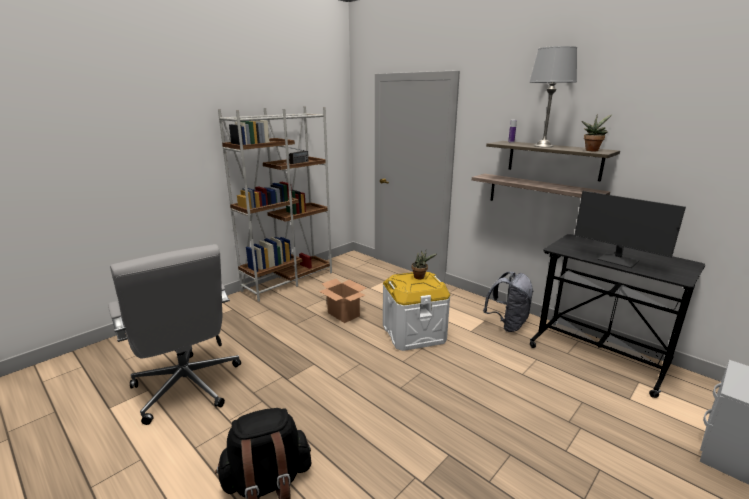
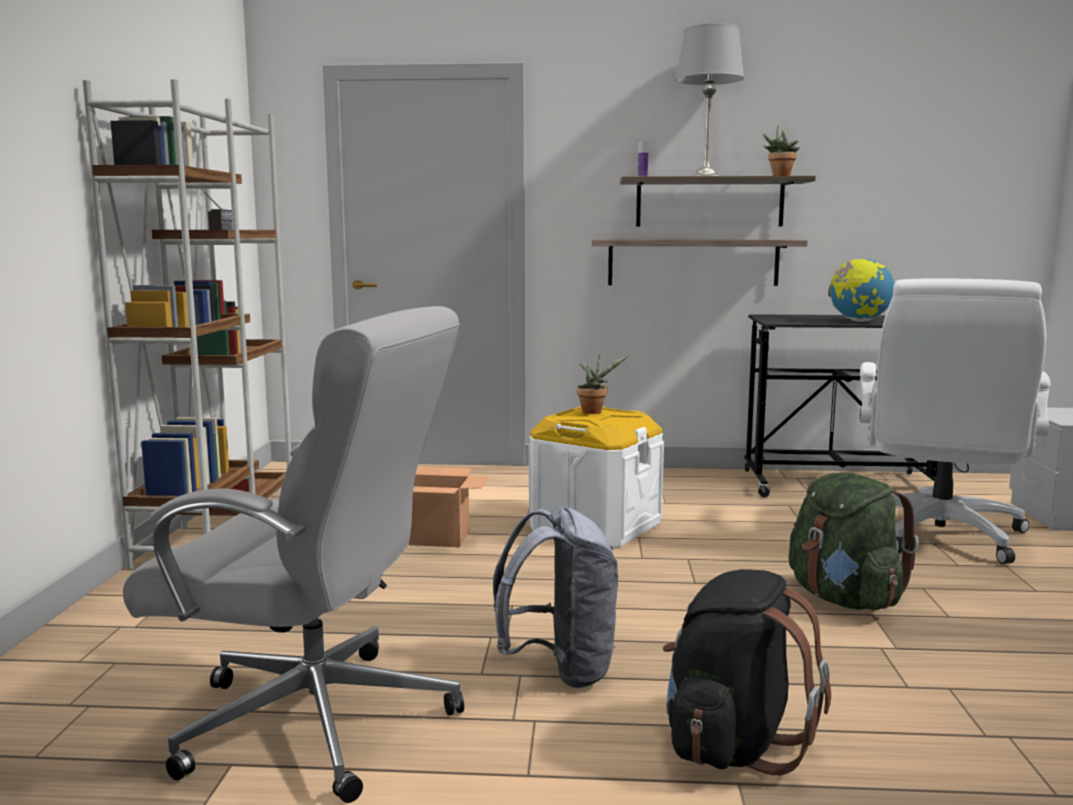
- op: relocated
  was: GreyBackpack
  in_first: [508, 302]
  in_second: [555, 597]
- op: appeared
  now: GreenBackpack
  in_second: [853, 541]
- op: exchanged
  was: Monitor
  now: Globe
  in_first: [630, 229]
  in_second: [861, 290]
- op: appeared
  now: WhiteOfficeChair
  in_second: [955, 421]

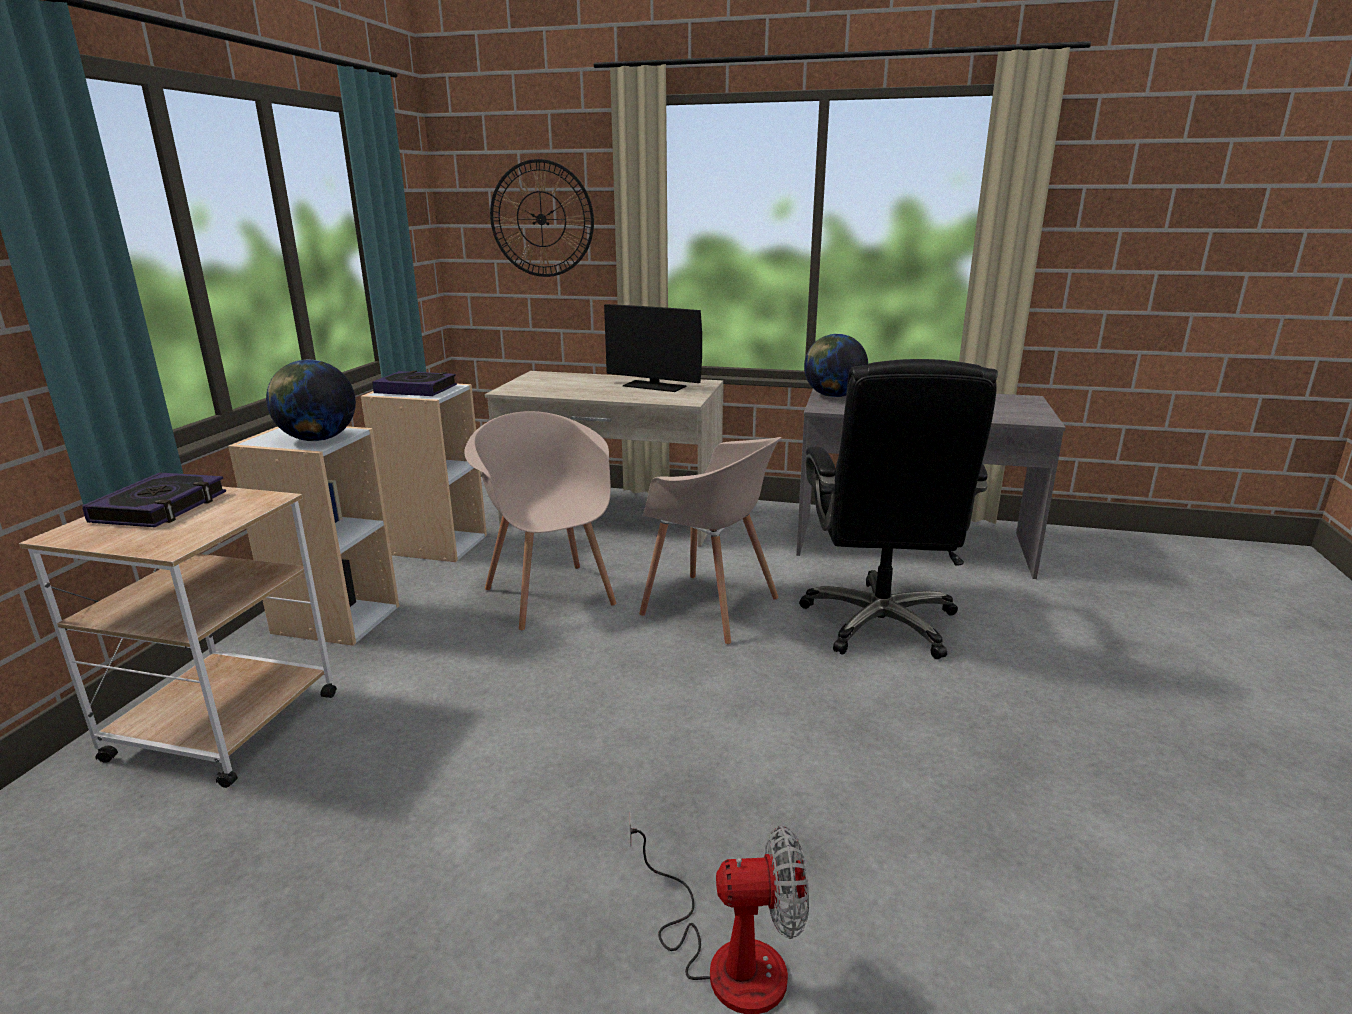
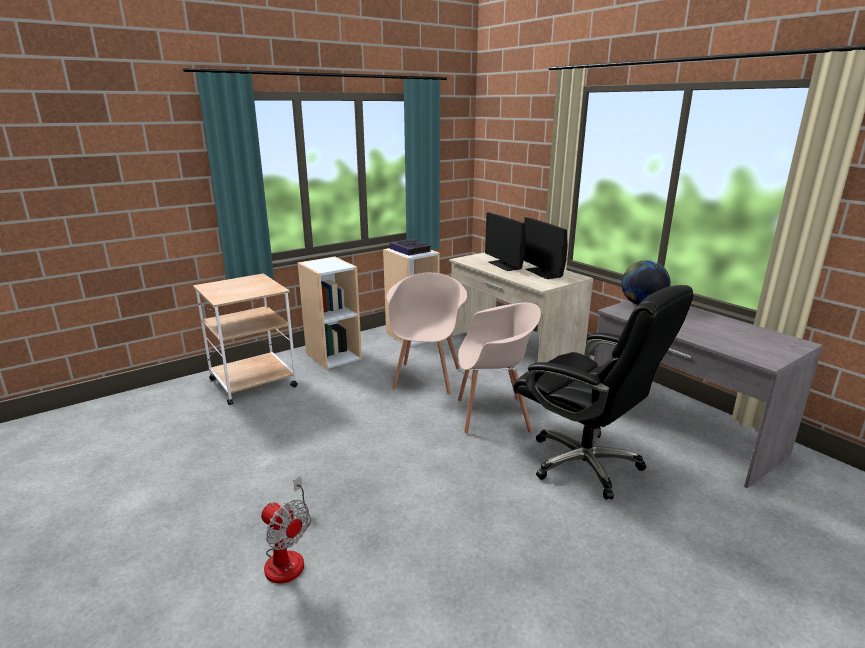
- op: spun
  was: BeigeChair
  in_first: [710, 540]
  in_second: [499, 368]
  clockwise: -75
- op: appeared
  now: Monitor
  in_second: [505, 241]
- op: spun
  was: BlackOfficeChair
  in_first: [898, 509]
  in_second: [603, 392]
  clockwise: -90
- op: missing
  was: Book
  in_first: [154, 499]
- op: missing
  was: Globe
  in_first: [311, 400]
- op: missing
  was: WallClock
  in_first: [542, 218]

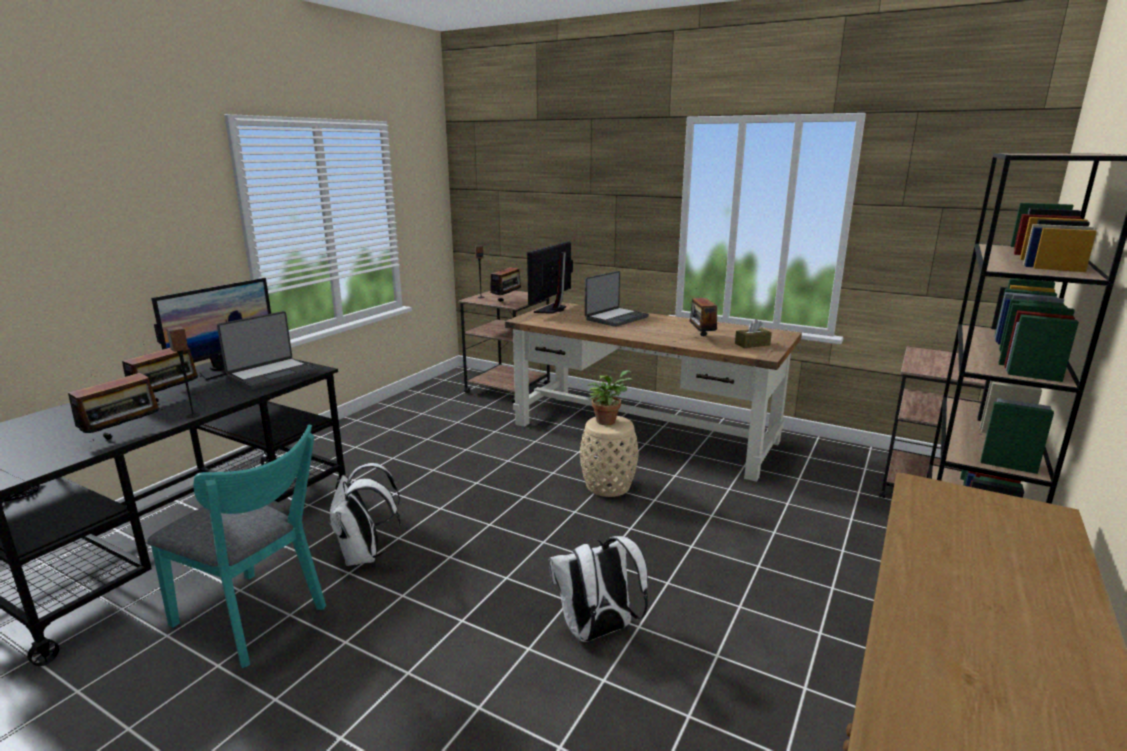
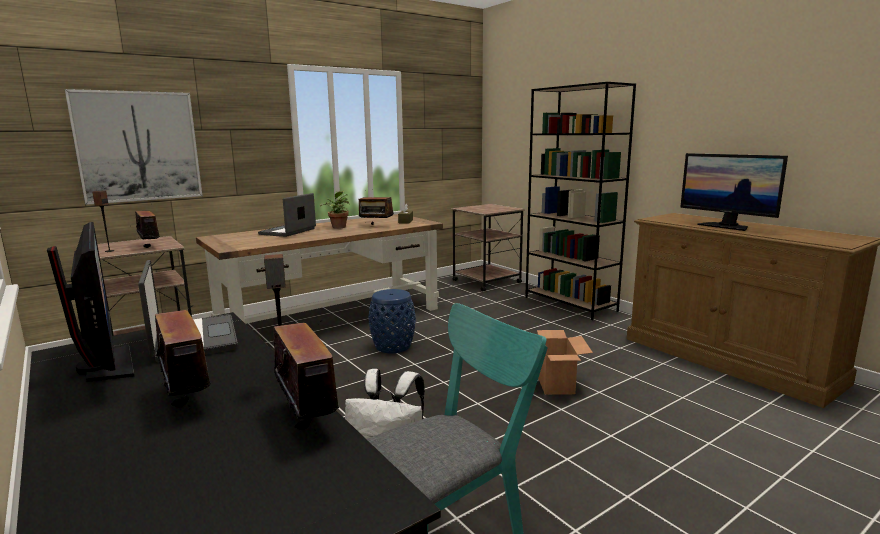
- op: appeared
  now: Picture
  in_second: [133, 147]
- op: spun
  was: Laptop
  in_first: [617, 299]
  in_second: [287, 215]
  clockwise: -135
- op: relocated
  was: PottedPlant
  in_first: [610, 397]
  in_second: [334, 210]
- op: colour
  was: BeigeStool
  now: BlueStool
  in_first: [609, 456]
  in_second: [392, 321]
- op: exchanged
  was: WhiteBackpack
  now: CardboardBox
  in_first: [598, 589]
  in_second: [565, 362]
- op: relocated
  was: Monitor
  in_first: [550, 277]
  in_second: [734, 192]

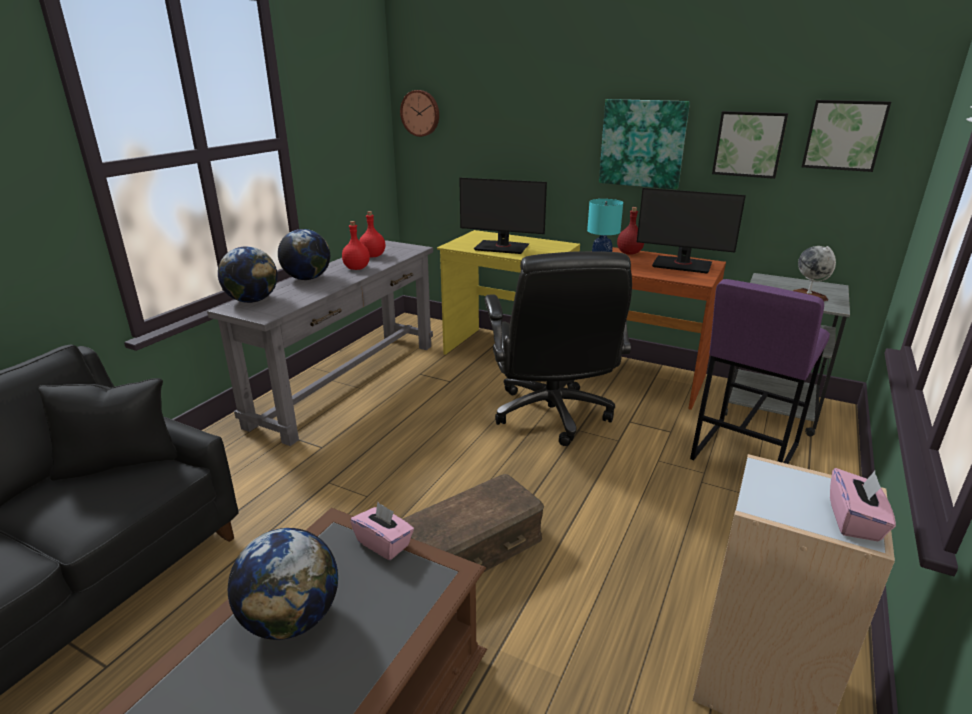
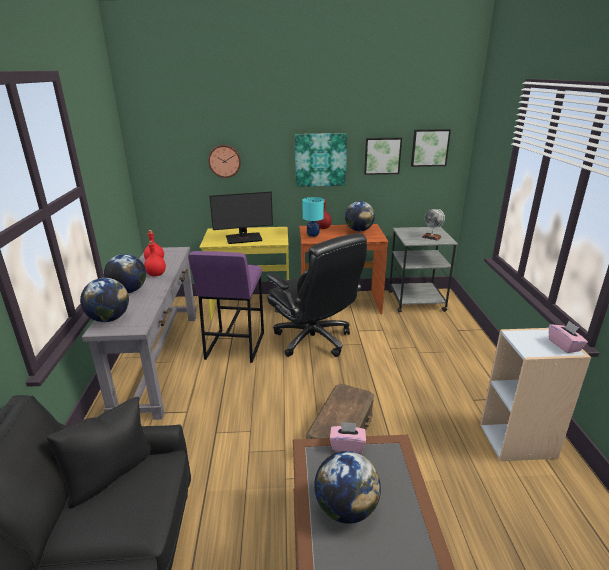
- op: relocated
  was: PurpleStool
  in_first: [760, 371]
  in_second: [226, 307]
- op: relocated
  was: WallClock
  in_first: [419, 113]
  in_second: [224, 161]
- op: exchanged
  was: Monitor
  now: Globe
  in_first: [691, 230]
  in_second: [360, 216]

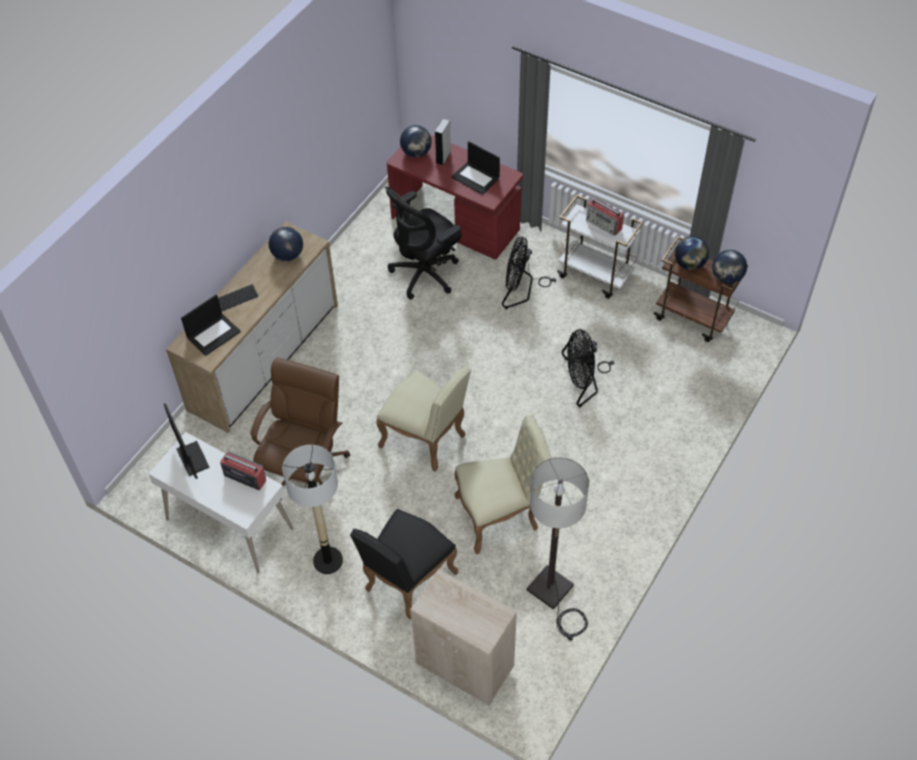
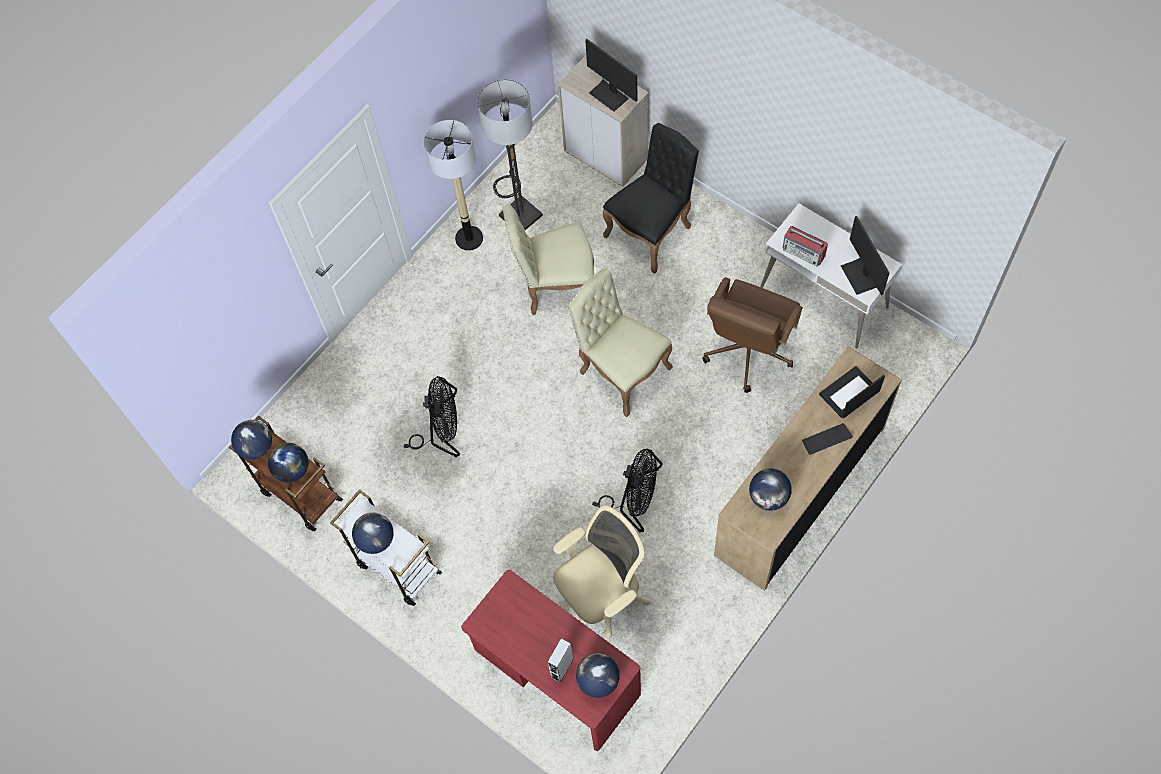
- op: exchanged
  was: Radio
  now: Globe
  in_first: [605, 217]
  in_second: [373, 533]
- op: relocated
  was: FloorLamp
  in_first: [312, 509]
  in_second: [453, 185]
- op: colour
  was: BlackOfficeChair
  now: BeigeOfficeChair
  in_first: [423, 243]
  in_second: [601, 571]
- op: appeared
  now: Monitor
  in_second: [611, 75]
- op: relocated
  was: BlackFan
  in_first: [529, 272]
  in_second: [627, 490]
- op: missing
  was: Laptop
  in_first: [475, 168]

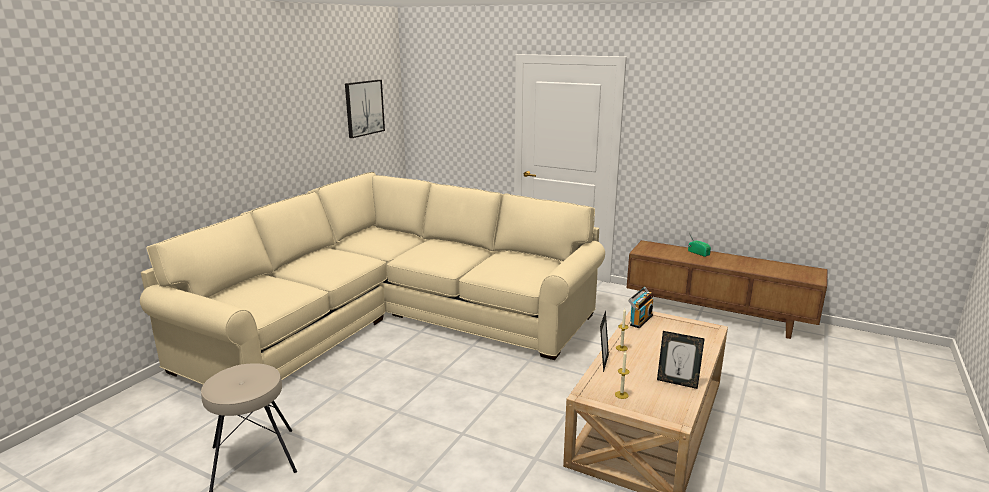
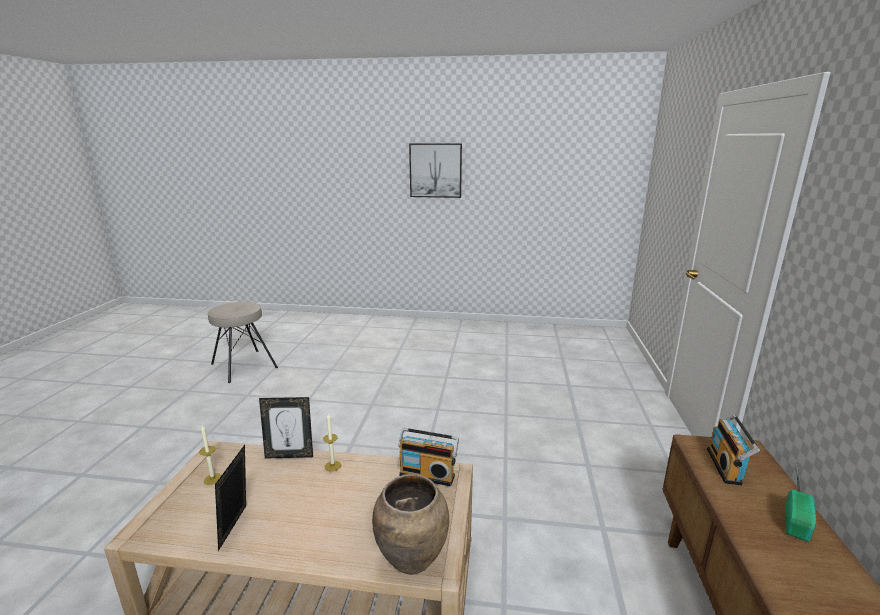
- op: appeared
  now: BrownVase
  in_second: [410, 524]
- op: relocated
  was: Picture
  in_first: [365, 109]
  in_second: [435, 170]
- op: appeared
  now: Radio
  in_second: [733, 450]
- op: missing
  was: BeigeSofa
  in_first: [372, 278]

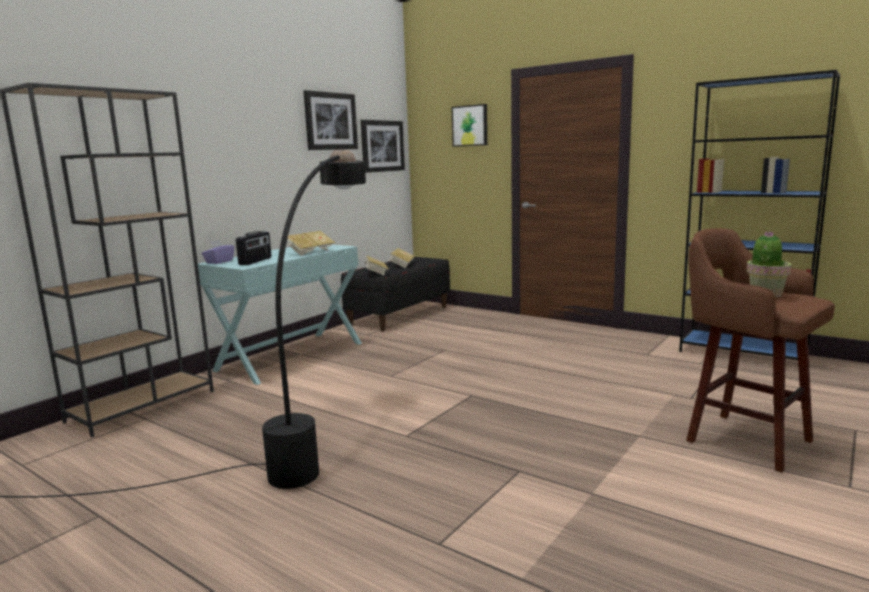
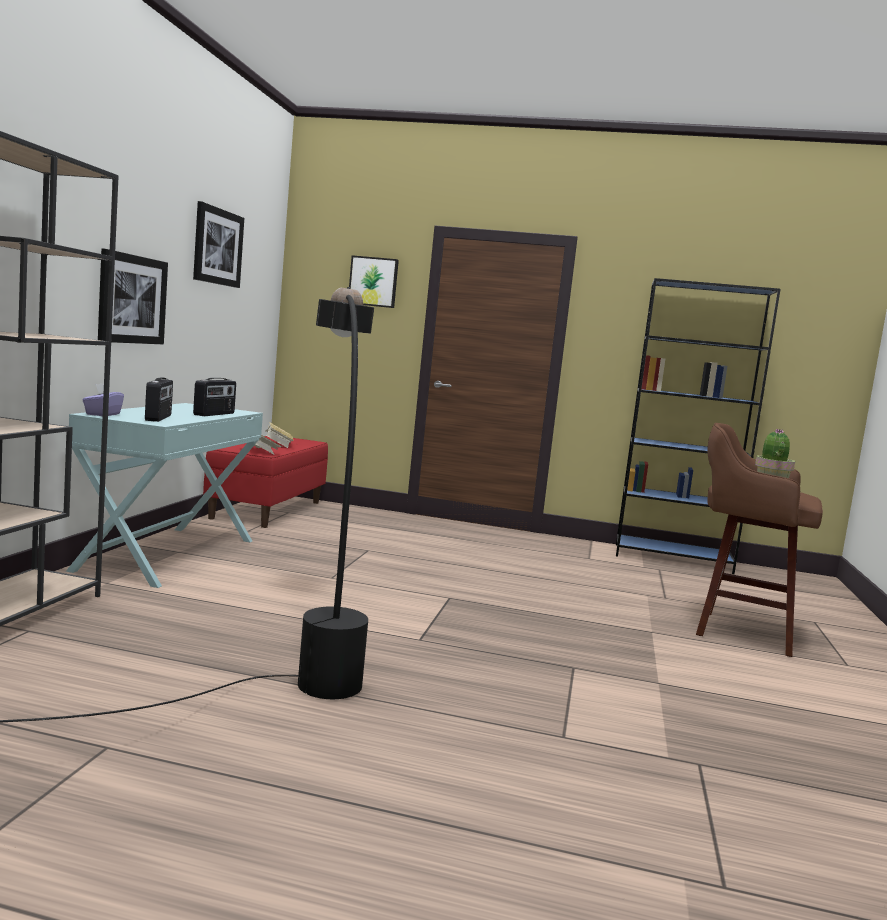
- op: relocated
  was: Picture
  in_first: [383, 146]
  in_second: [133, 296]
- op: exchanged
  was: Book
  now: Radio
  in_first: [311, 243]
  in_second: [214, 397]
- op: colour
  was: BlackBench
  now: RedBench
  in_first: [395, 294]
  in_second: [265, 482]

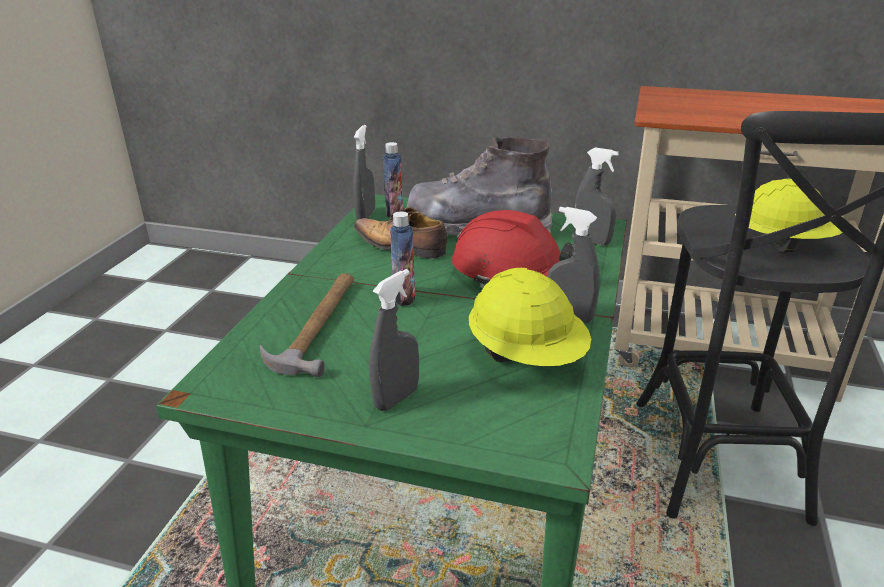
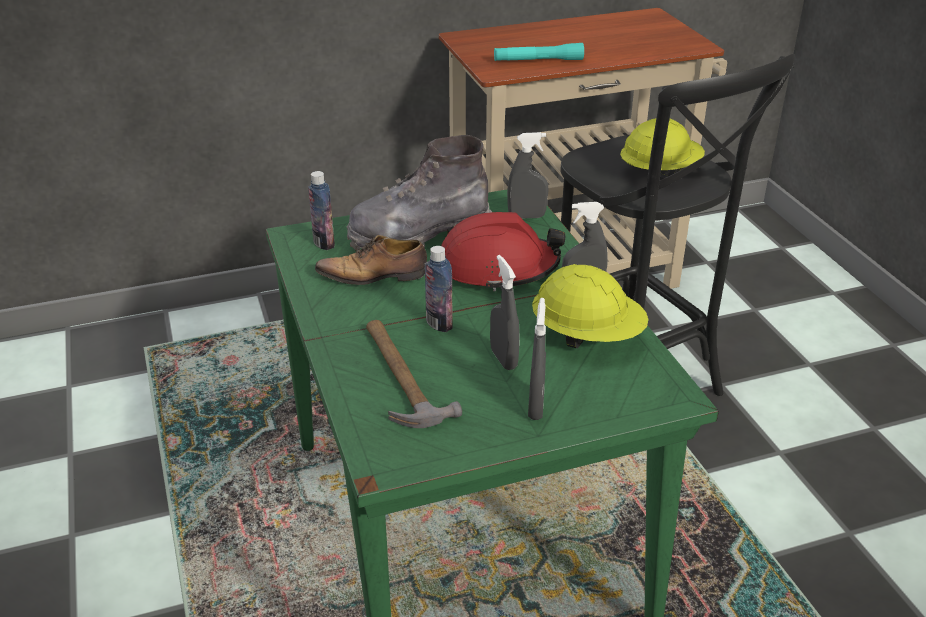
- op: relocated
  was: GreySprayBottle
  in_first: [364, 172]
  in_second: [505, 312]
- op: appeared
  now: TurquoiseFlashlight
  in_second: [539, 52]

